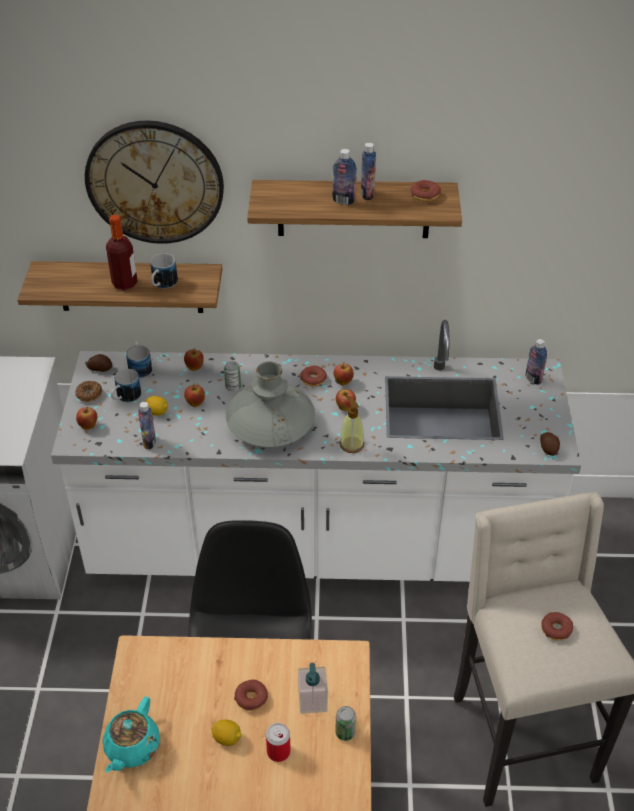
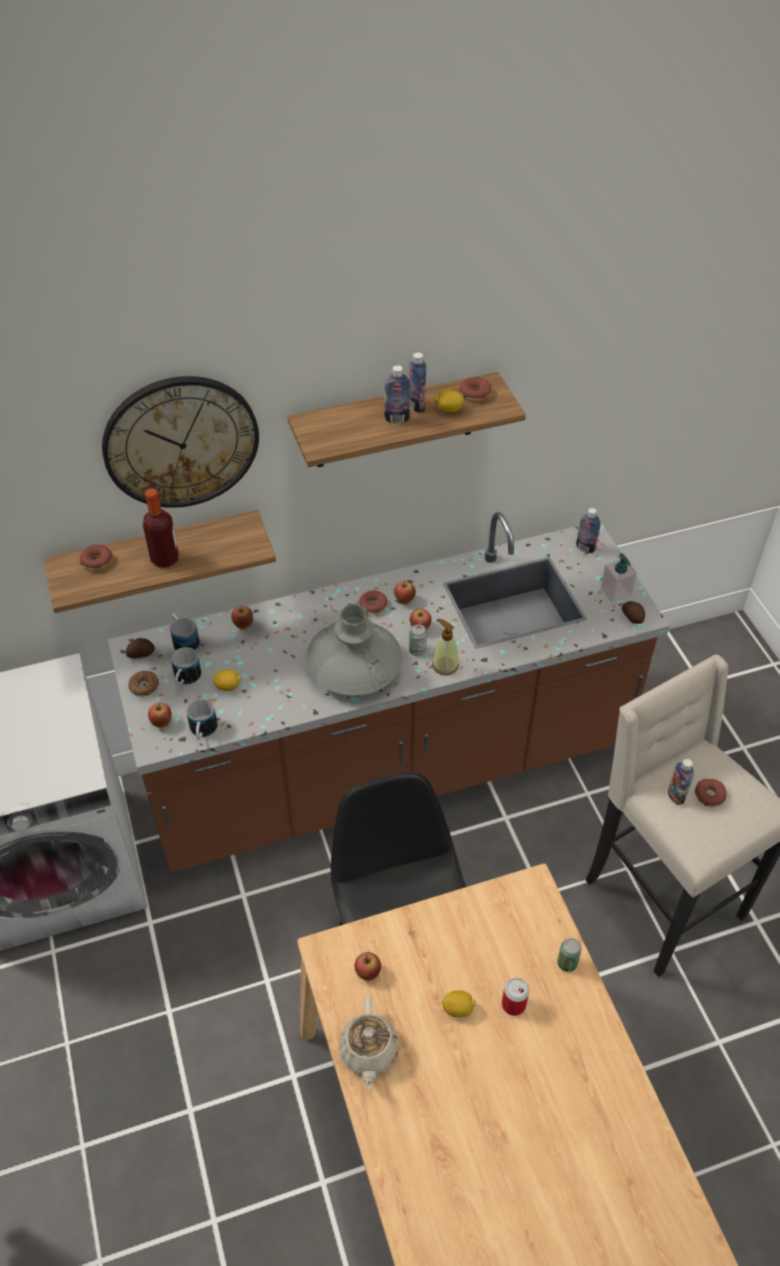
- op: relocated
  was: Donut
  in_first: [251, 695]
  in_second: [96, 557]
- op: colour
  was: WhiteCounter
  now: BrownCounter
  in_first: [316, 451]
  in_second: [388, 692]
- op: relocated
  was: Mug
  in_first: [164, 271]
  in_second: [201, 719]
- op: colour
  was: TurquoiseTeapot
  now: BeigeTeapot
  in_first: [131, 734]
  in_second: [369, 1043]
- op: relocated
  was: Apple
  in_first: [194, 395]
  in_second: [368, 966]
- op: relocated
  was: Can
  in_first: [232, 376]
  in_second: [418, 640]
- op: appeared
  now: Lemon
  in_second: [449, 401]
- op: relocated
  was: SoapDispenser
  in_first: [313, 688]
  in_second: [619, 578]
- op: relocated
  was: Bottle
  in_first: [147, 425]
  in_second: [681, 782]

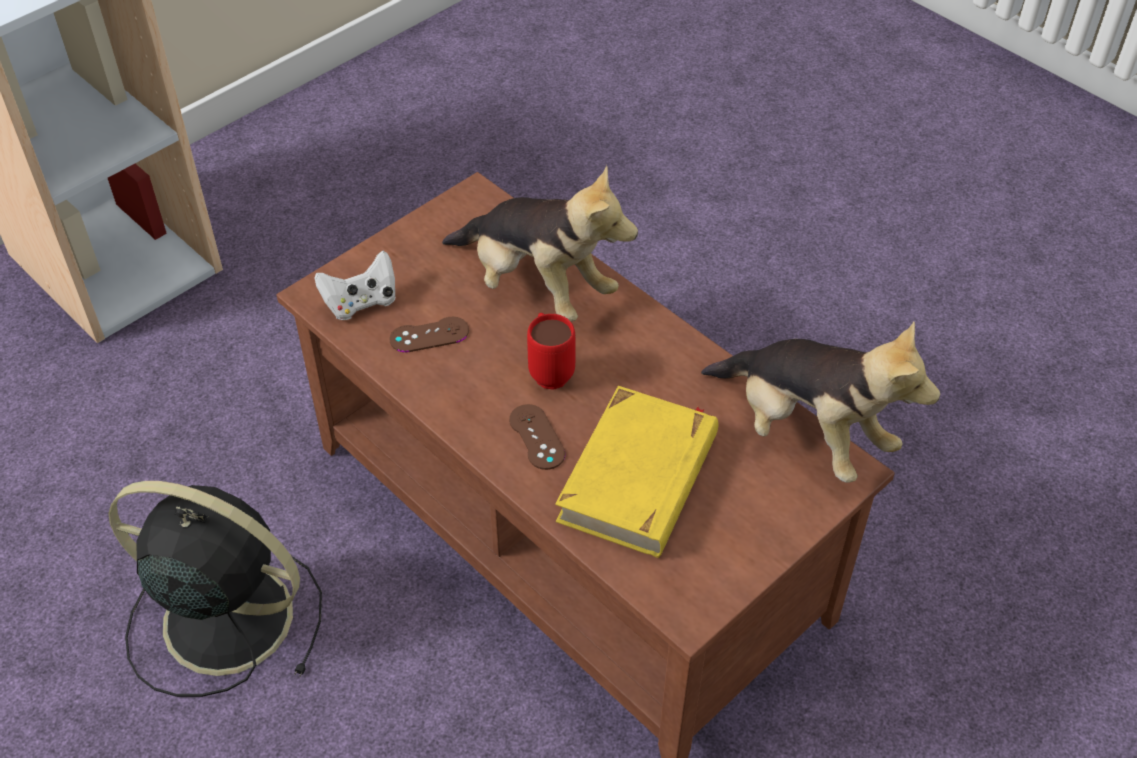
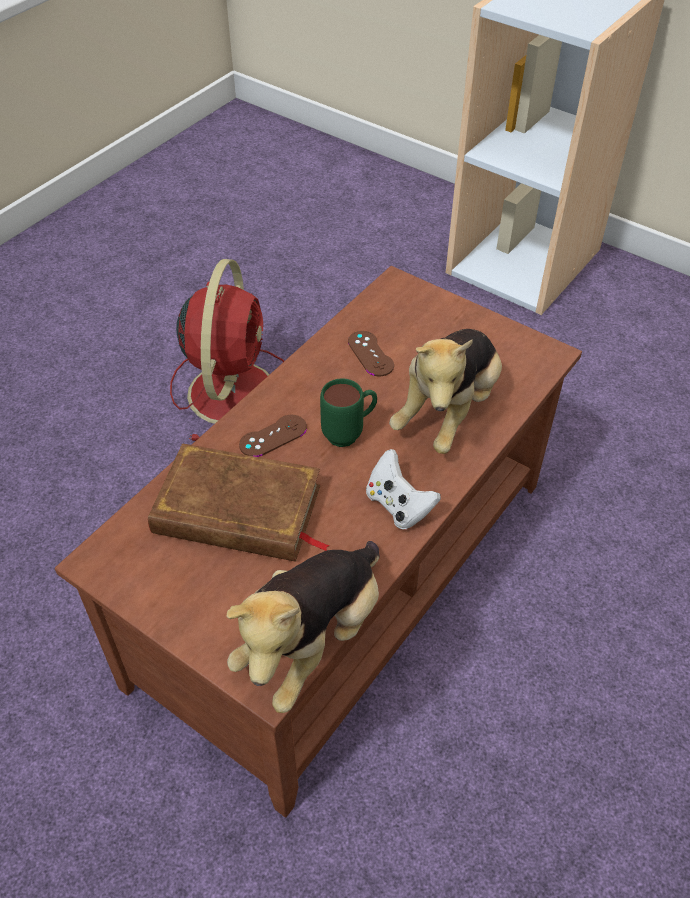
- op: colour
  was: YellowBook
  now: BrownBook
  in_first: [636, 472]
  in_second: [239, 502]
- op: colour
  was: BlackFan
  now: RedFan
  in_first: [215, 589]
  in_second: [227, 350]
- op: colour
  was: RedMug
  now: GreenMug
  in_first: [551, 351]
  in_second: [348, 412]
- op: relocated
  was: WhiteGameController
  in_first: [355, 285]
  in_second: [403, 489]

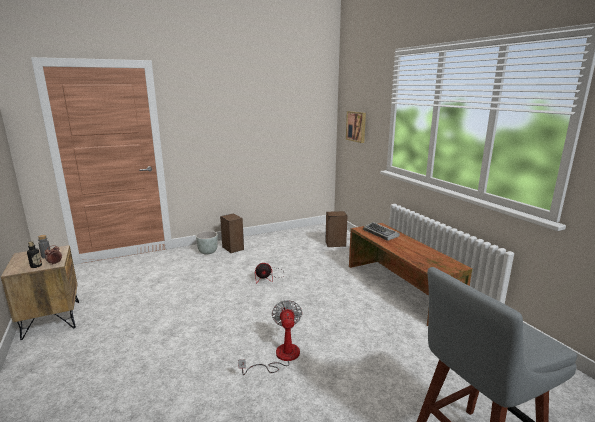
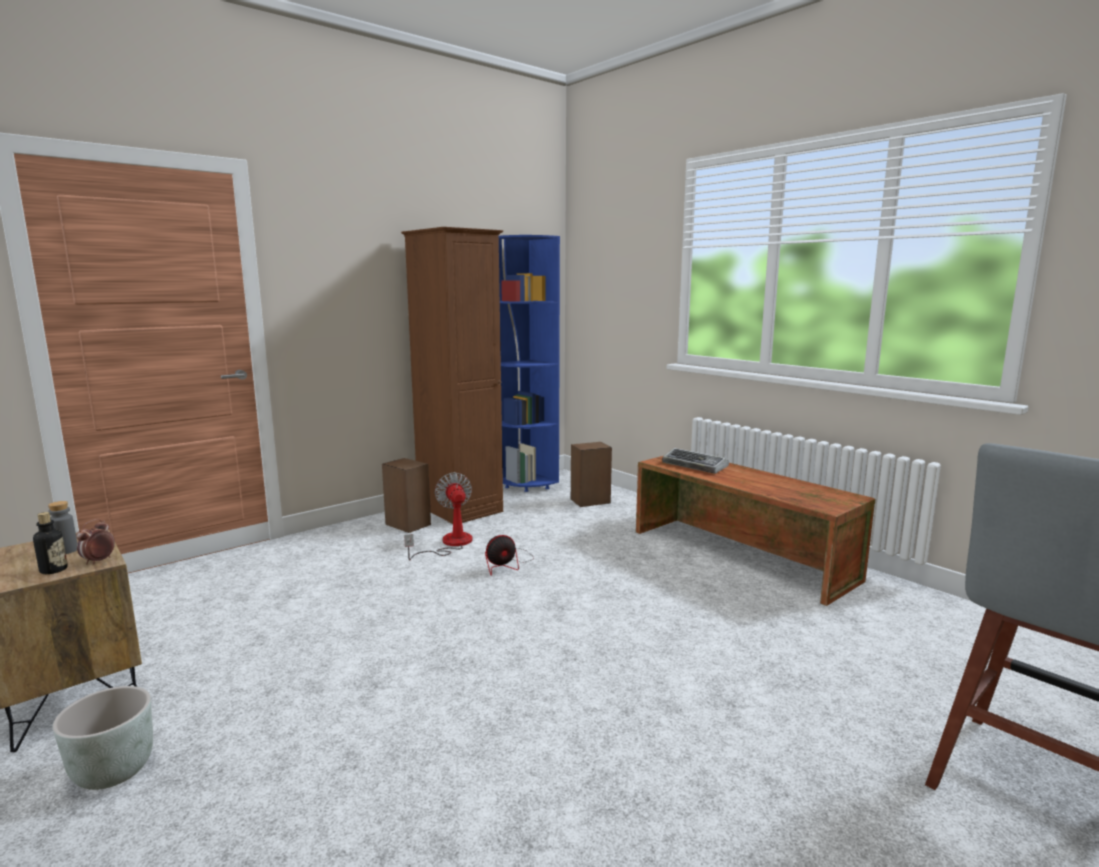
- op: relocated
  was: GreyPlanter
  in_first: [207, 243]
  in_second: [102, 738]
- op: appeared
  now: BrownCabinet
  in_second: [452, 375]
- op: relocated
  was: Fan
  in_first: [270, 337]
  in_second: [438, 516]
- op: appeared
  now: BlueBookcase
  in_second: [529, 363]
- op: missing
  was: Picture
  in_first: [356, 127]

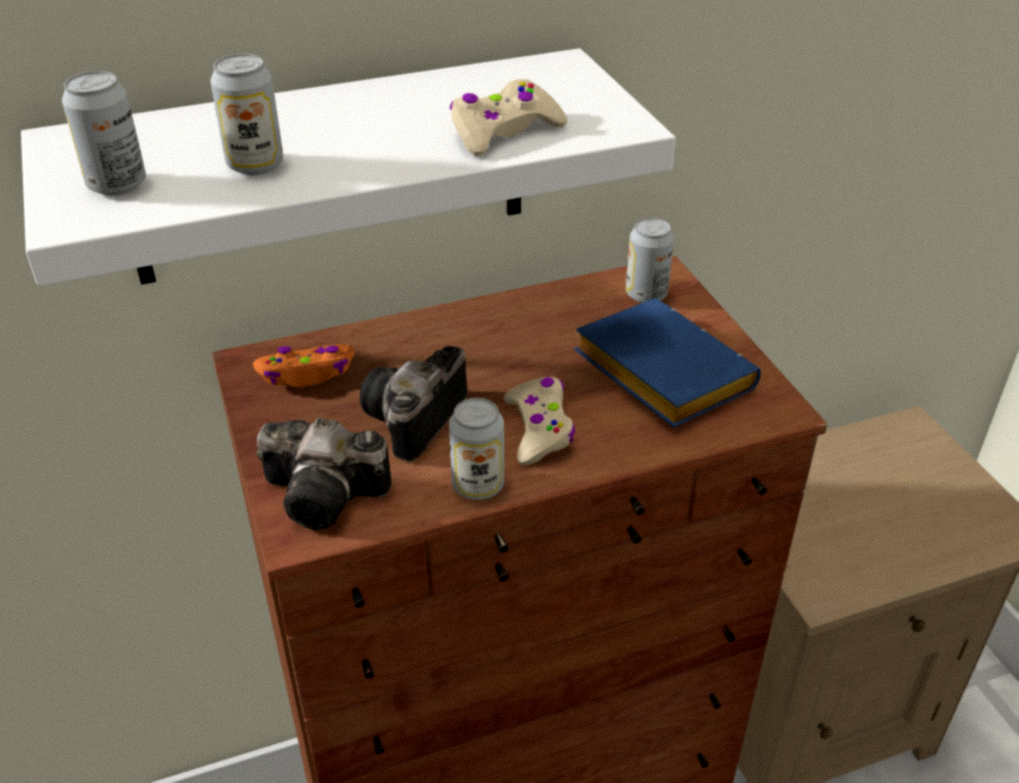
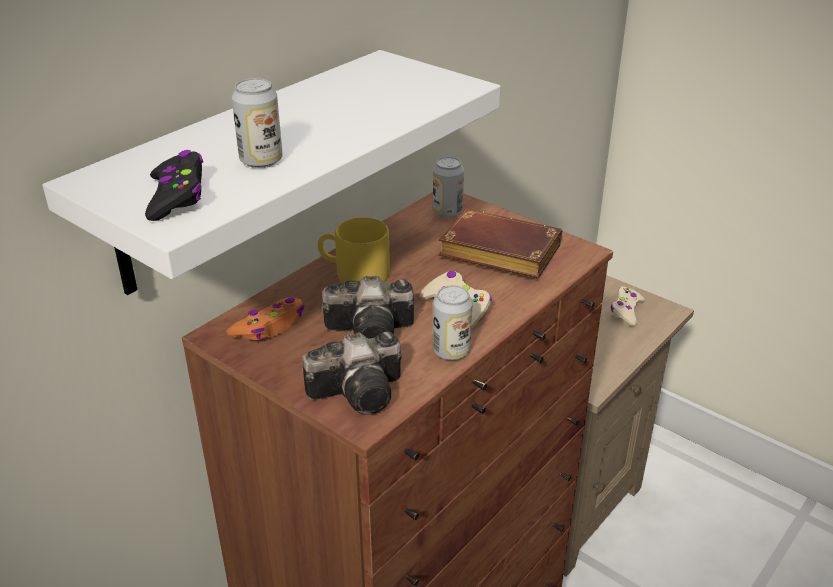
- op: exchanged
  was: Can
  now: BlackGameController
  in_first: [104, 133]
  in_second: [174, 185]
- op: appeared
  now: YellowMug
  in_second: [354, 249]
- op: spun
  was: PhotoCamera
  in_first: [413, 404]
  in_second: [368, 307]
  clockwise: -90
- op: colour
  was: BlueBook
  now: BrownBook
  in_first: [667, 363]
  in_second: [500, 244]
- op: relocated
  was: BeigeGameController
  in_first: [508, 117]
  in_second: [628, 306]

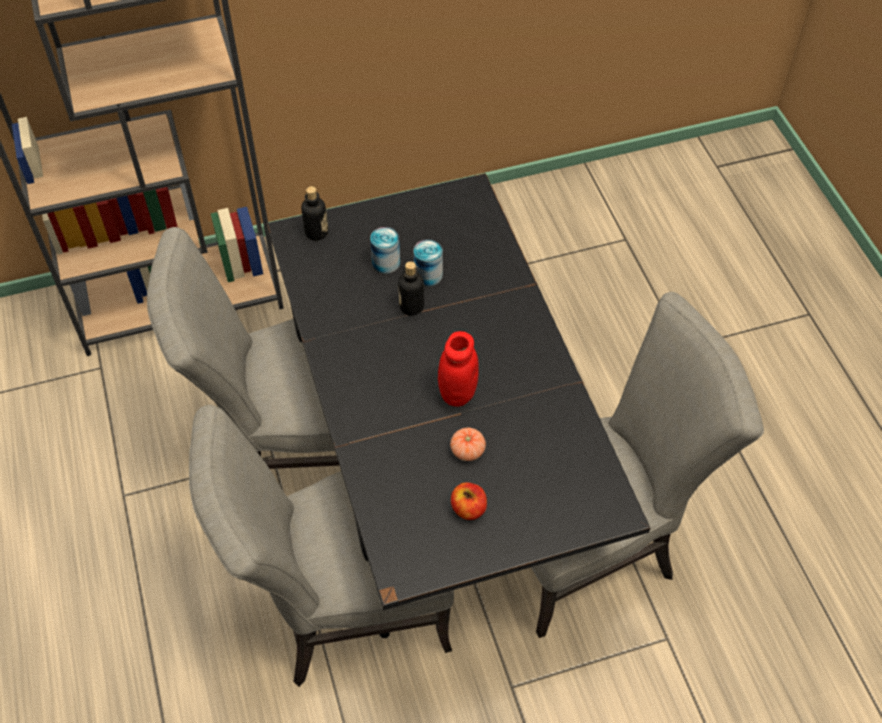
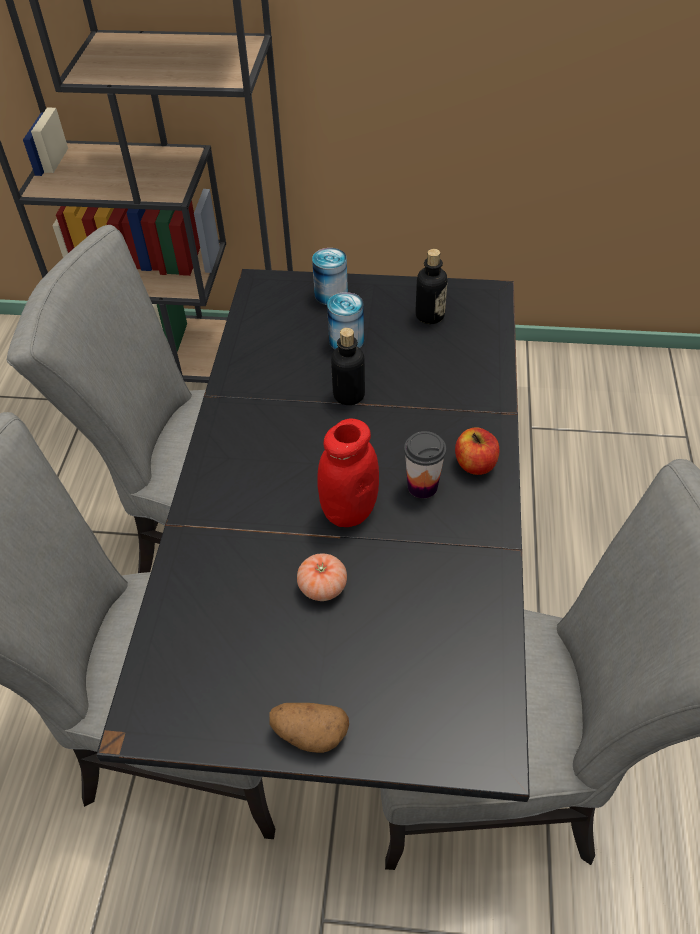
- op: appeared
  now: Potato
  in_second: [309, 728]
- op: relocated
  was: Can
  in_first: [428, 262]
  in_second: [330, 276]
- op: appeared
  now: Cup
  in_second: [425, 464]
- op: relocated
  was: Bottle
  in_first: [314, 213]
  in_second: [431, 286]
- op: relocated
  was: Apple
  in_first: [469, 501]
  in_second: [477, 451]

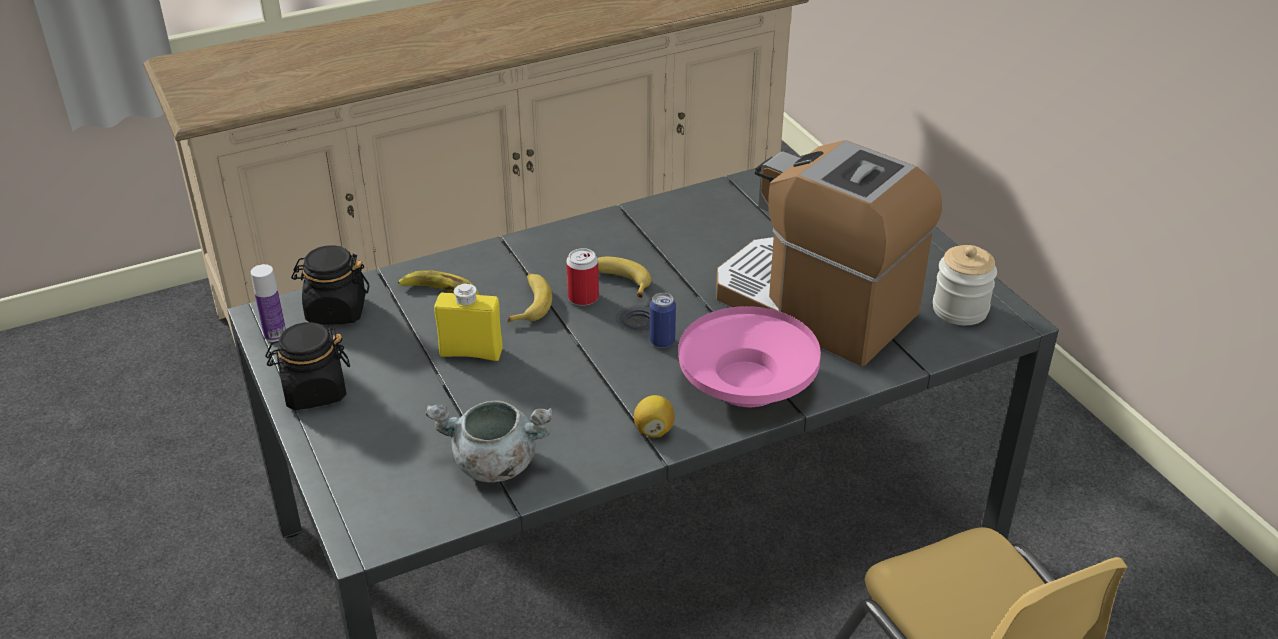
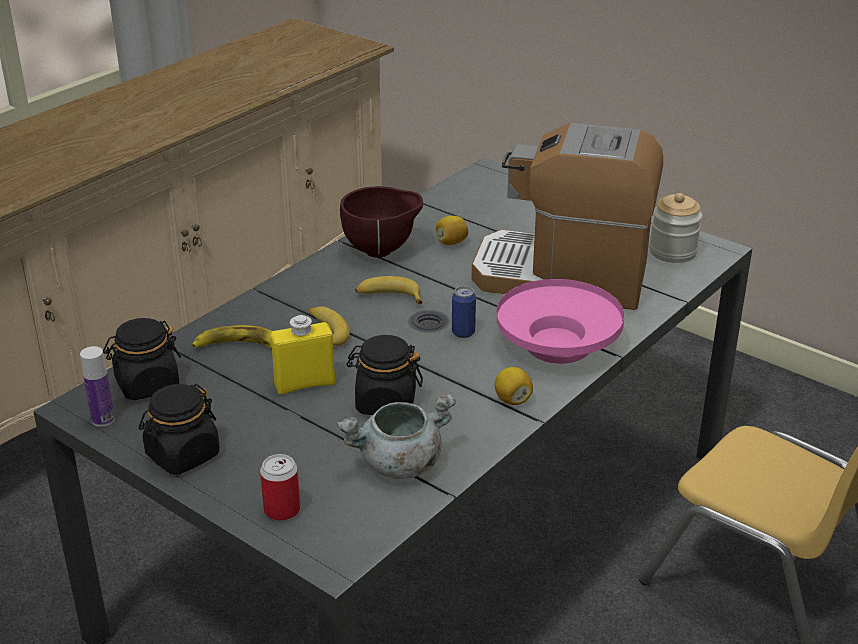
- op: relocated
  was: Can
  in_first: [582, 277]
  in_second: [280, 487]
- op: appeared
  now: BrownBowl
  in_second: [381, 222]
- op: appeared
  now: BlackJar
  in_second: [384, 375]
- op: appeared
  now: Lemon
  in_second: [452, 230]

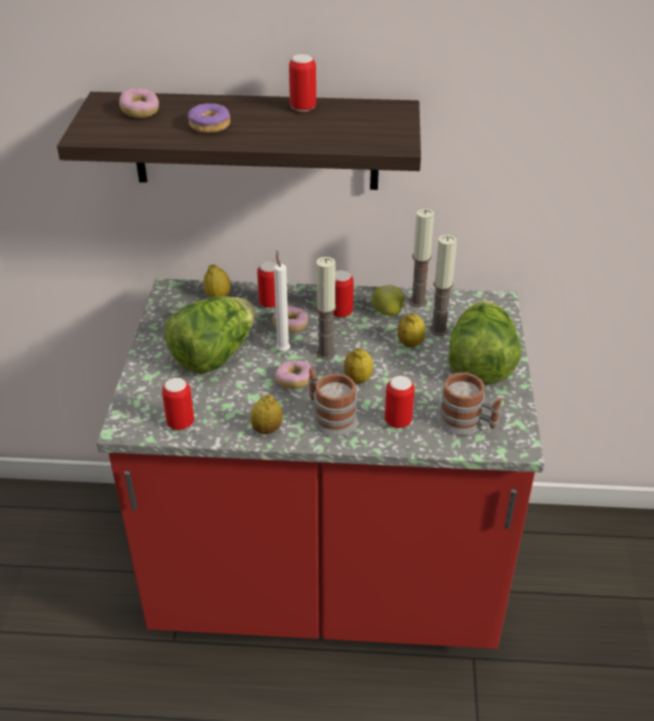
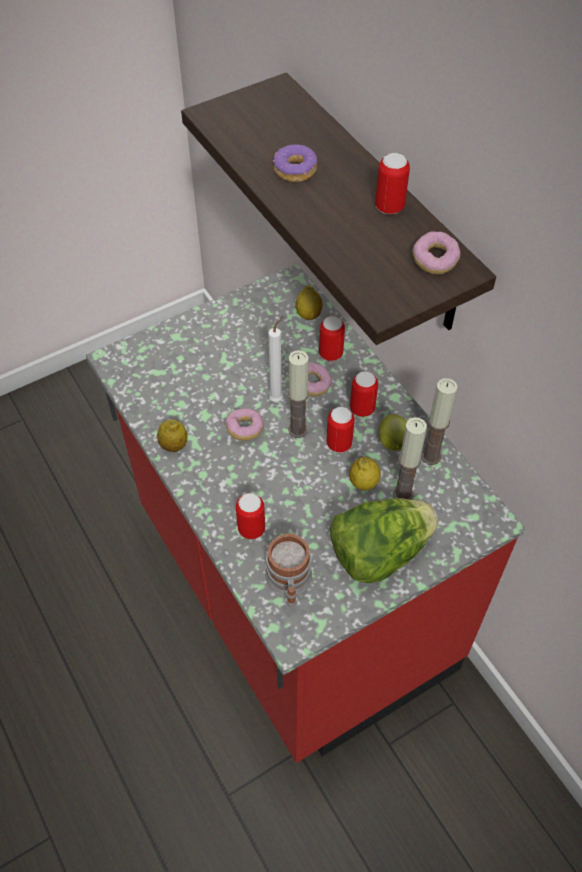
- op: relocated
  was: Can
  in_first: [178, 404]
  in_second: [340, 430]
- op: relocated
  was: Donut
  in_first: [139, 103]
  in_second: [436, 252]
- op: missing
  was: Lettuce
  in_first: [210, 335]
- op: missing
  was: Mug
  in_first: [333, 402]
- op: missing
  was: Lemon
  in_first: [358, 365]

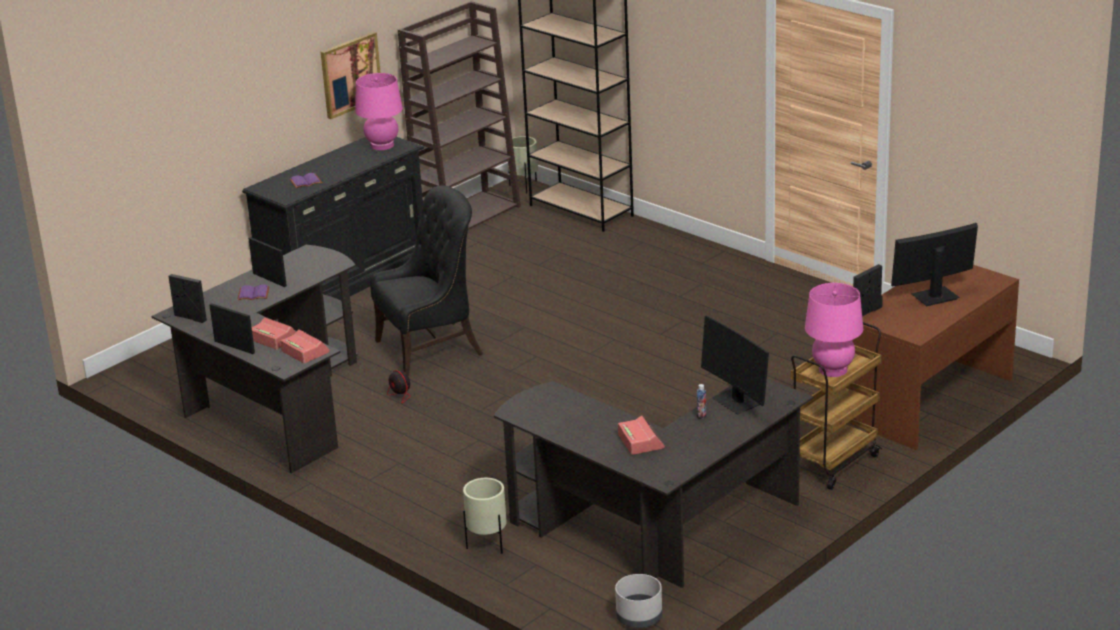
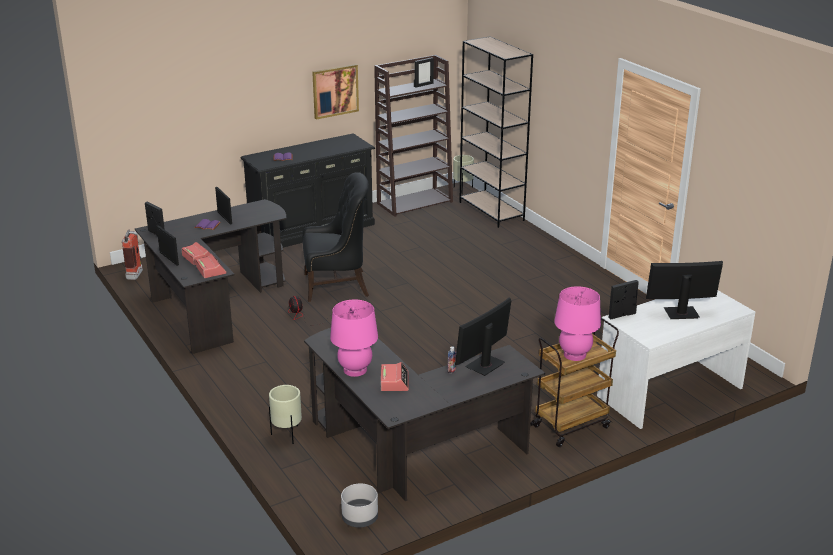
- op: appeared
  now: FireExtinguisher
  in_second: [132, 254]
- op: relocated
  was: PinkTableLamp
  in_first: [379, 111]
  in_second: [354, 338]
- op: appeared
  now: PictureFrame
  in_second: [424, 72]
- op: spun
  was: Monitor
  in_first: [735, 365]
  in_second: [483, 337]
  clockwise: 60
- op: colour
  was: BrownDesk
  now: WhiteDesk
  in_first: [933, 357]
  in_second: [676, 360]

